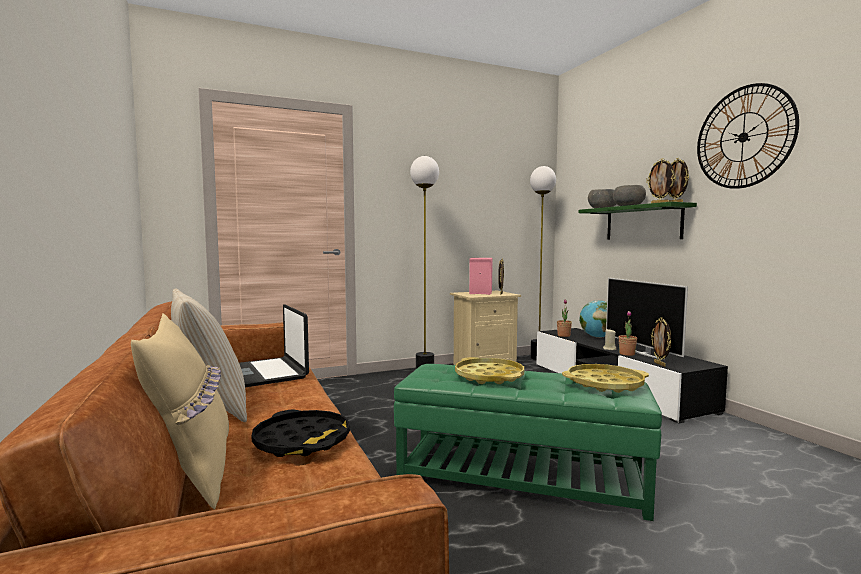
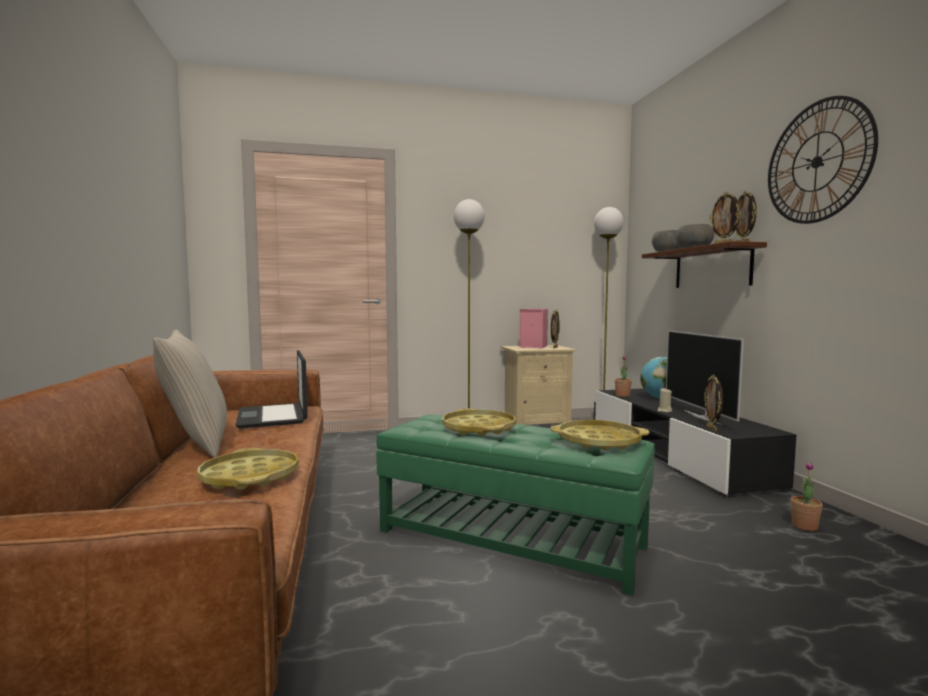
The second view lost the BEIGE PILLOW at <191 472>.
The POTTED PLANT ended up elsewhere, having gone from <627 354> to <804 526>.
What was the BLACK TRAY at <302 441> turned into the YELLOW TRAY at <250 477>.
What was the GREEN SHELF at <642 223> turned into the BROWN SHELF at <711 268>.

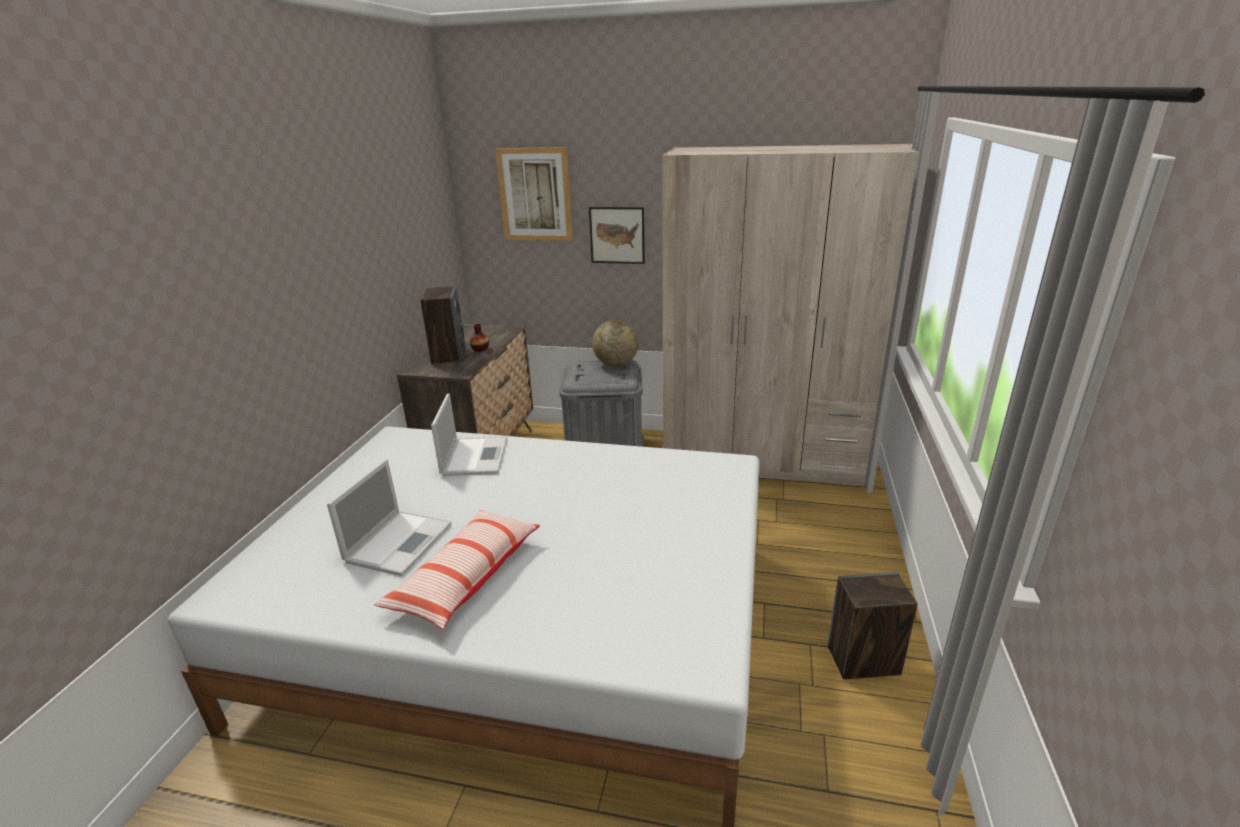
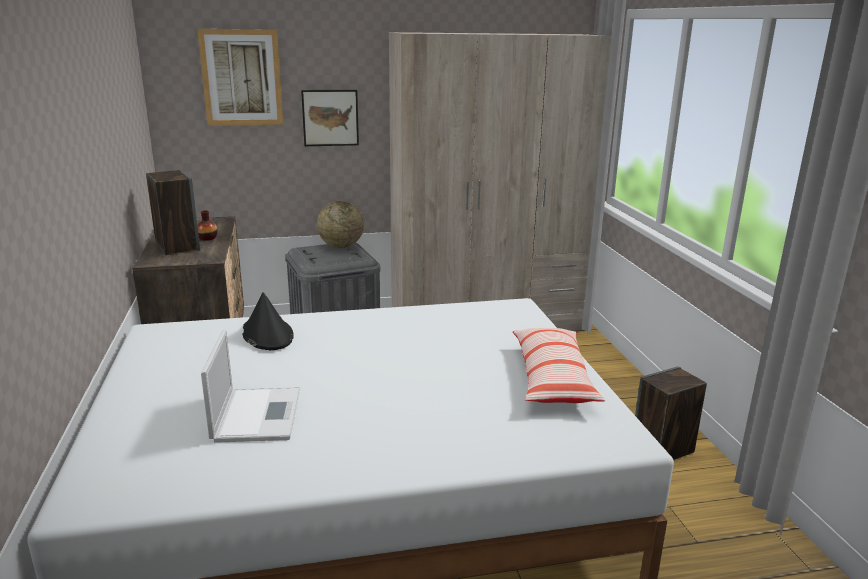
The PILLOW ended up elsewhere, having gone from <466 577> to <552 378>.
Where the LAPTOP stood at <475 456>, the BLACK HAT came to stand at <267 334>.

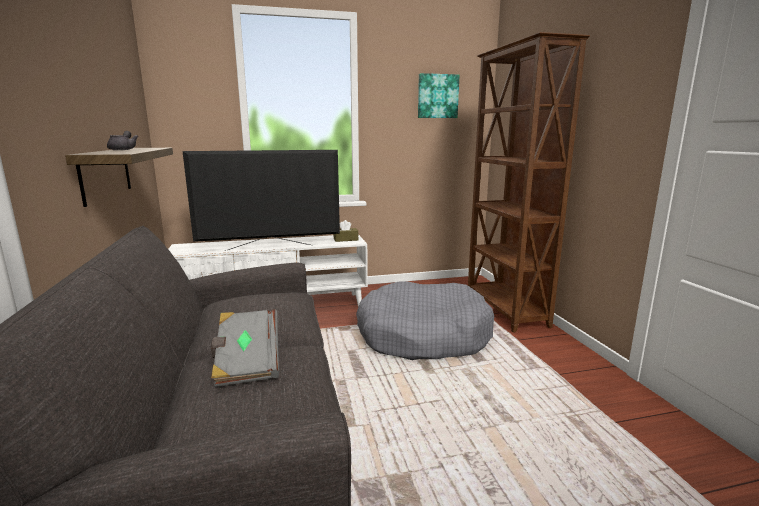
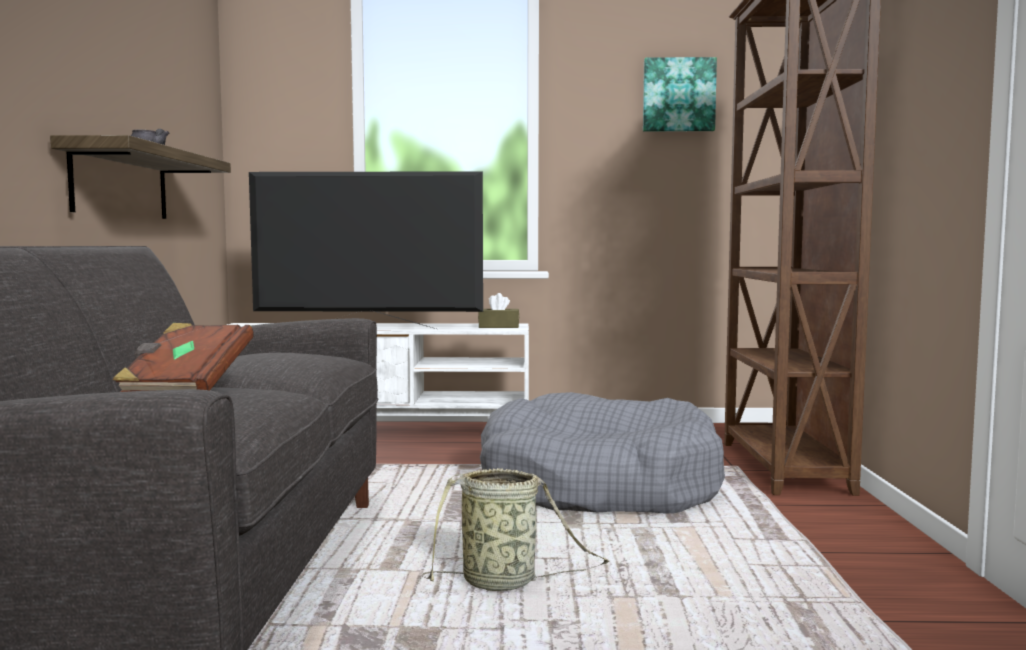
The second view gained the BASKET at <504 582>.
What was the GREY BOOK at <247 362> turned into the BROWN BOOK at <186 386>.

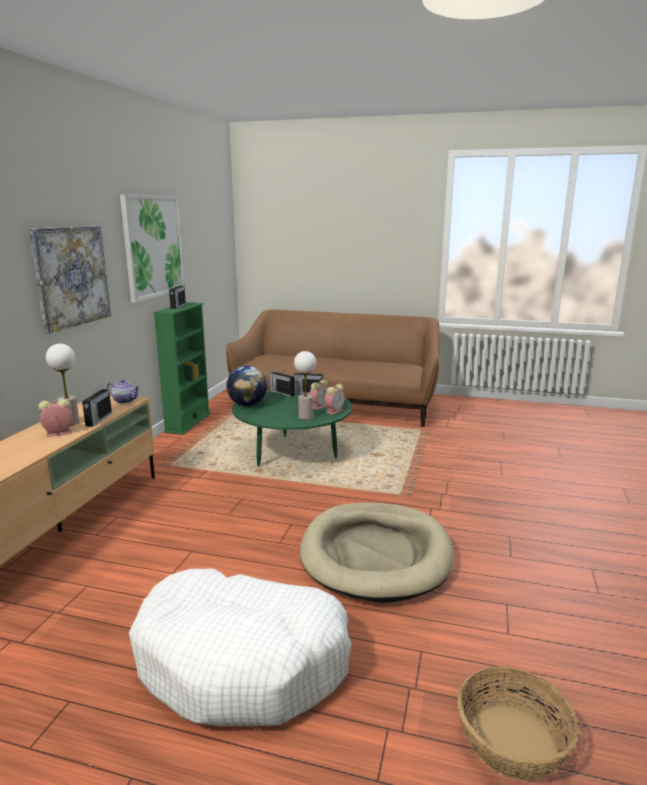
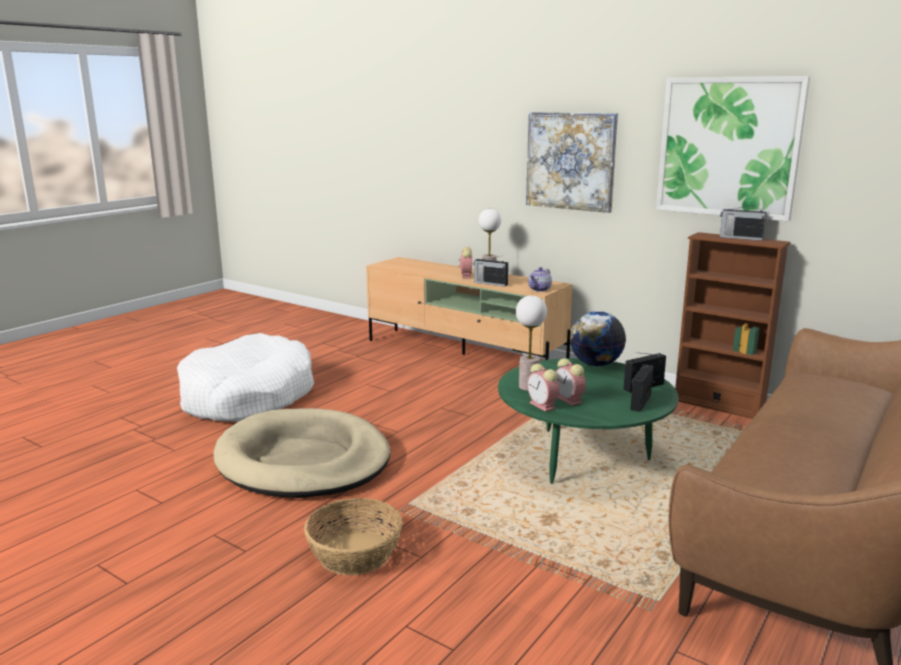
The BASKET ended up elsewhere, having gone from <511 741> to <355 553>.
What was the GREEN BOOKCASE at <188 423> turned into the BROWN BOOKCASE at <718 405>.

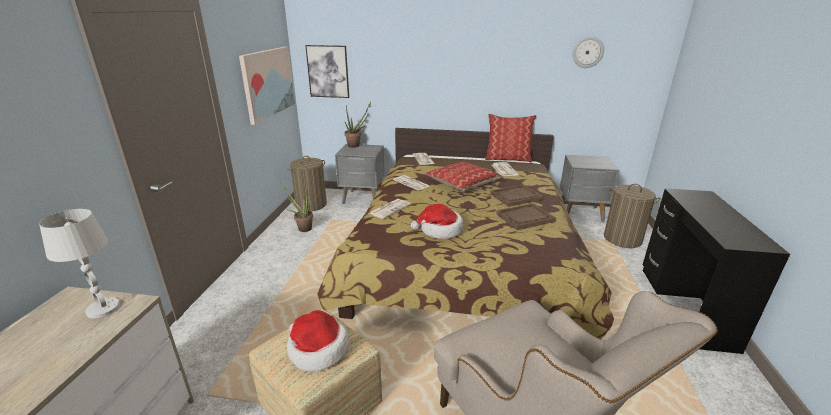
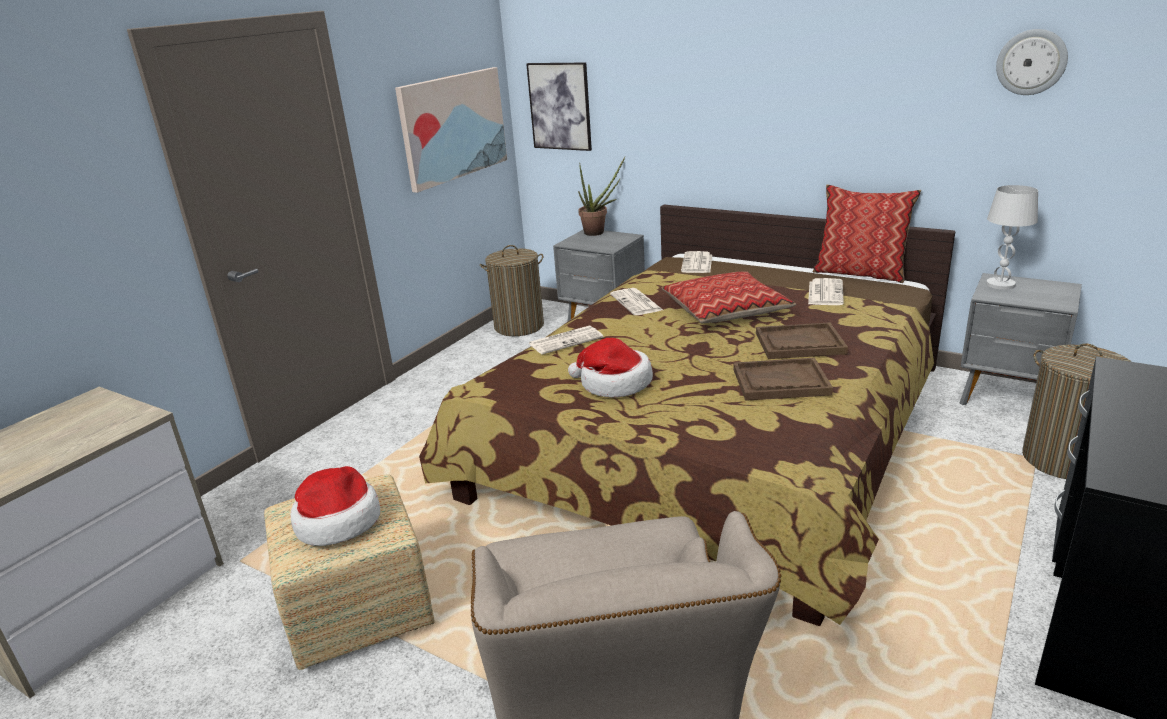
The second view lost the POTTED PLANT at <302 228>.
The WHITE TABLE LAMP ended up elsewhere, having gone from <103 309> to <1000 284>.

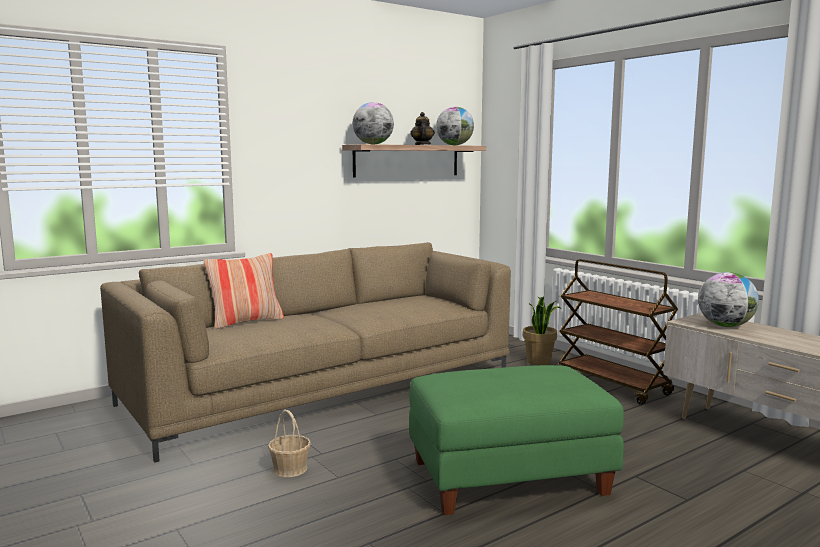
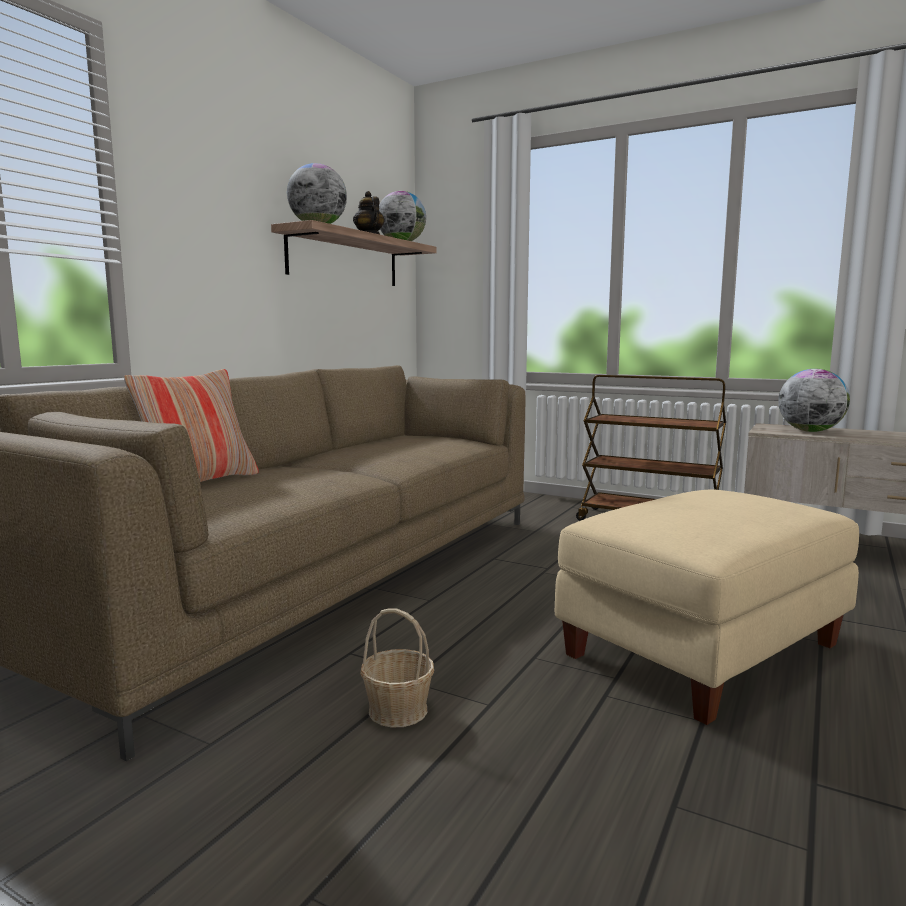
The second view lost the POTTED PLANT at <539 361>.
What was the GREEN OTTOMAN at <509 476> turned into the BEIGE OTTOMAN at <702 648>.

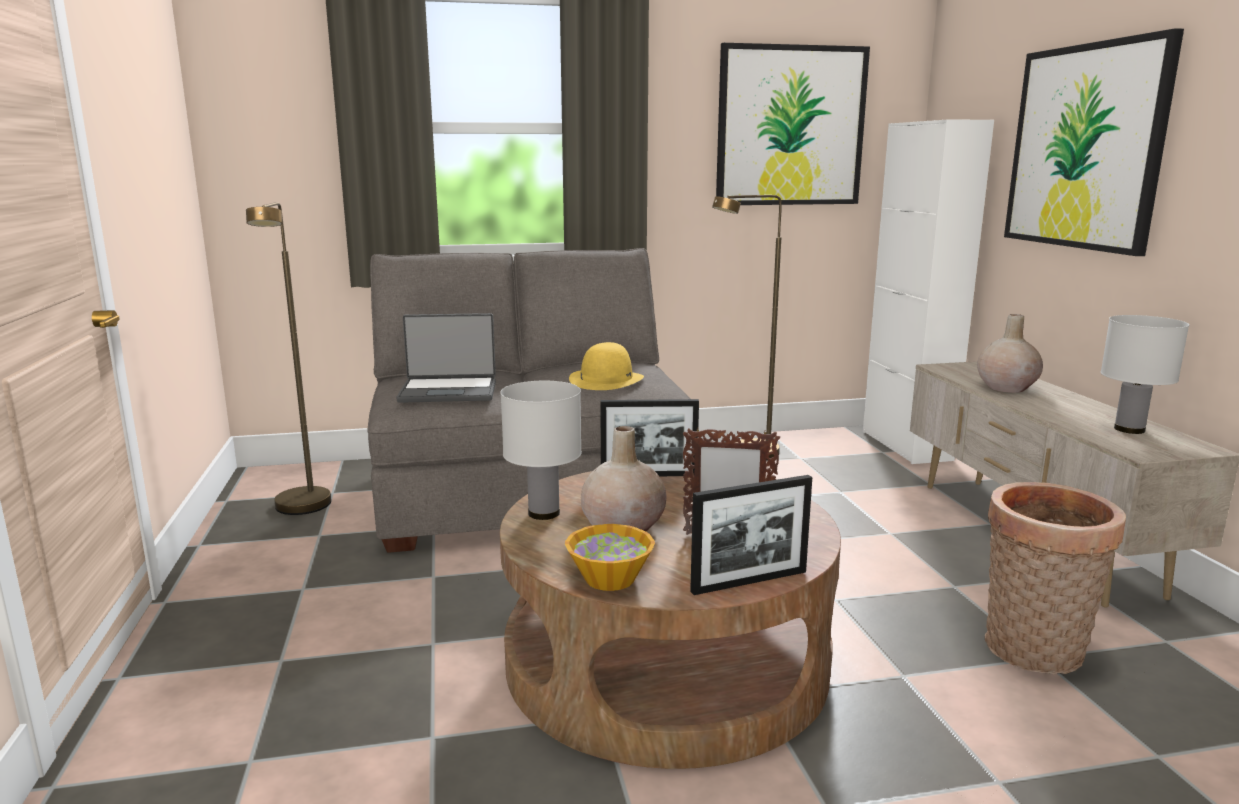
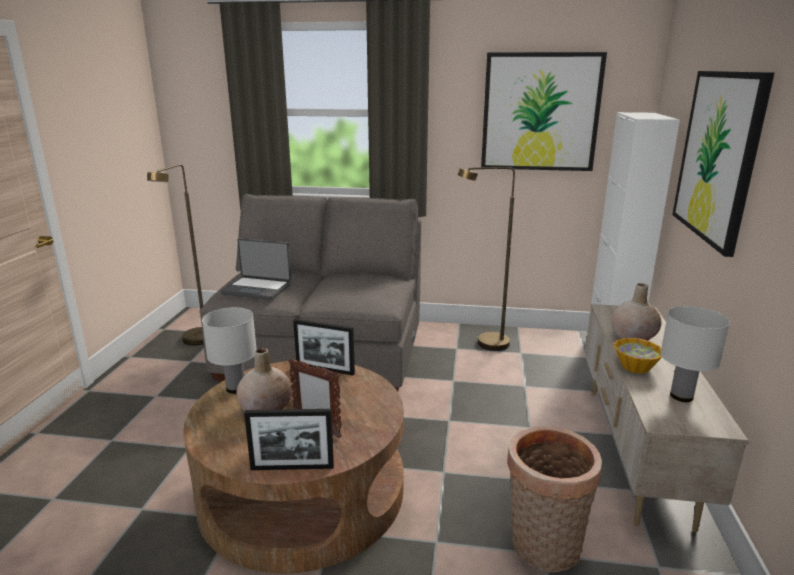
The second view lost the YELLOW HAT at <606 380>.
The BOWL ended up elsewhere, having gone from <610 579> to <635 367>.

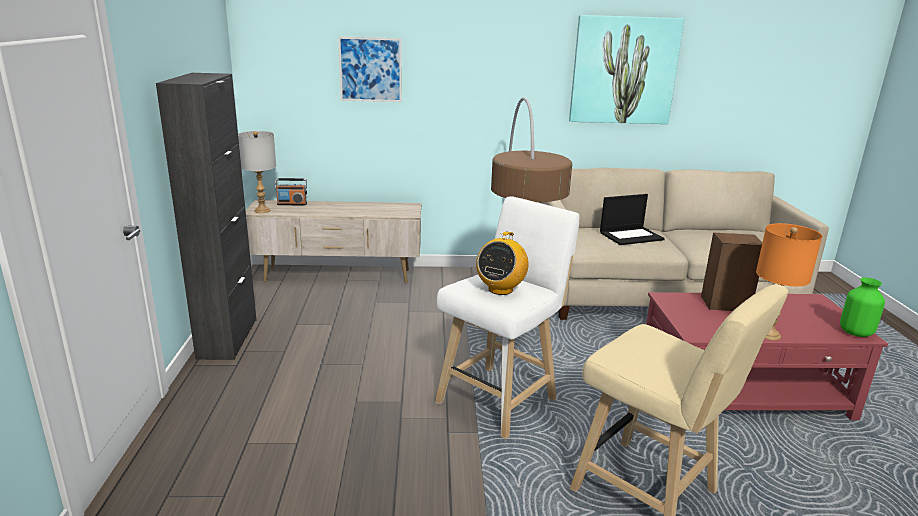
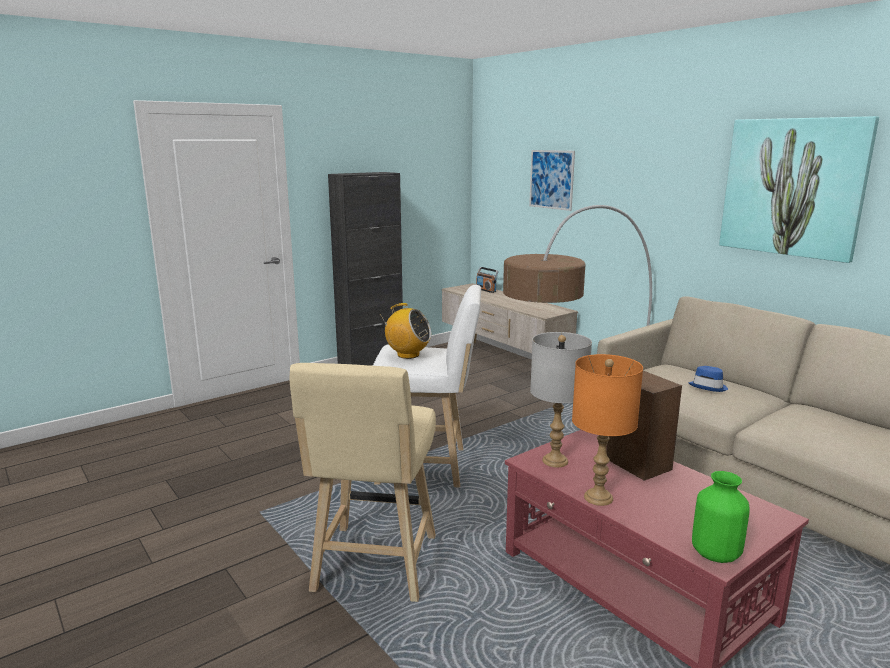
The GREY TABLE LAMP ended up elsewhere, having gone from <262 211> to <554 461>.
Where the LAPTOP stood at <631 236>, the BLUE HAT came to stand at <708 387>.
The RADIO at <500 289> ended up facing another way, 150 degrees counterclockwise from before.

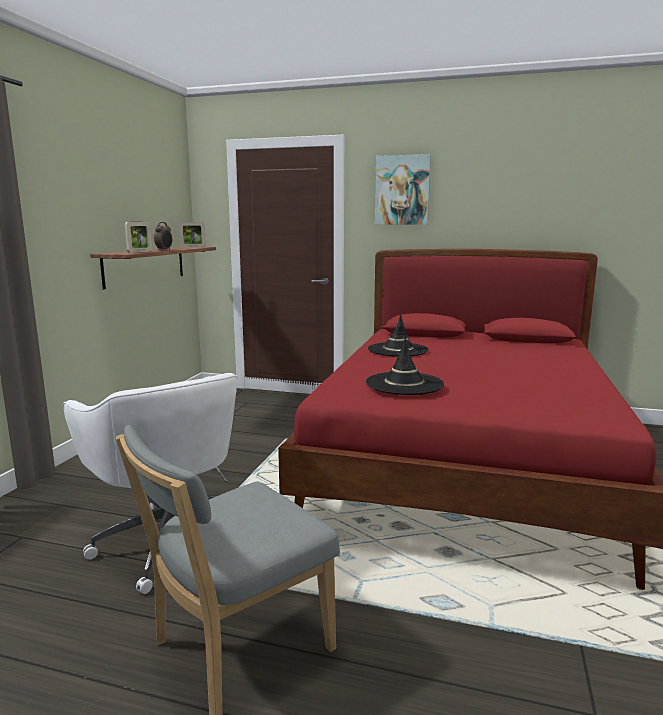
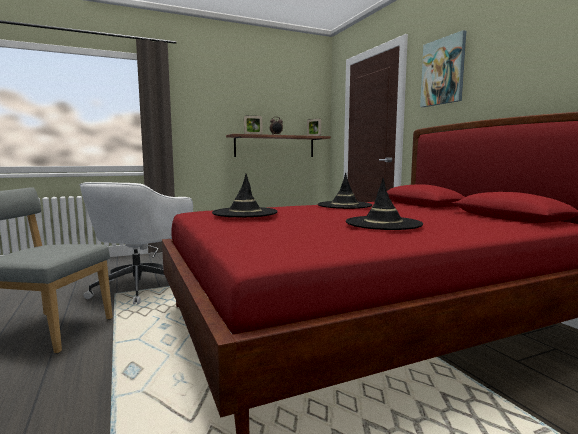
The second view gained the BLACK HAT at <383 223>.

